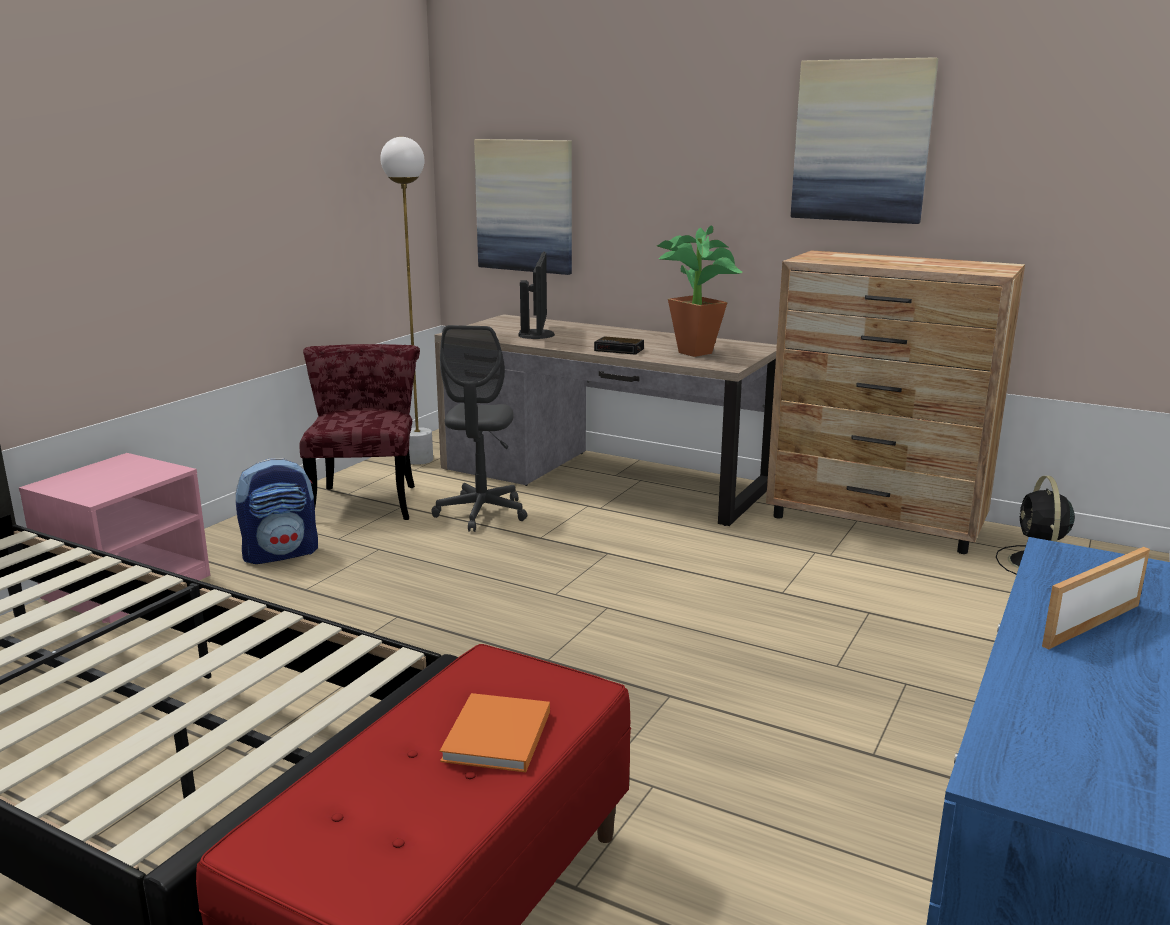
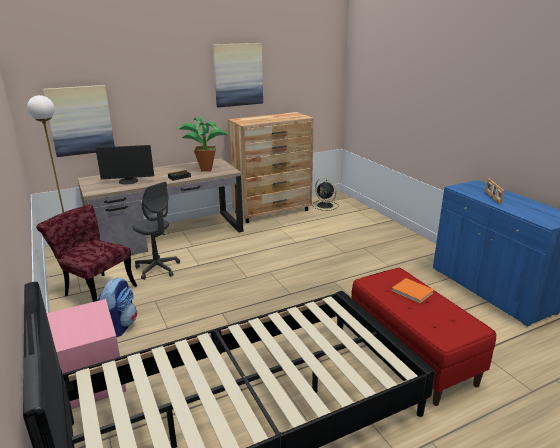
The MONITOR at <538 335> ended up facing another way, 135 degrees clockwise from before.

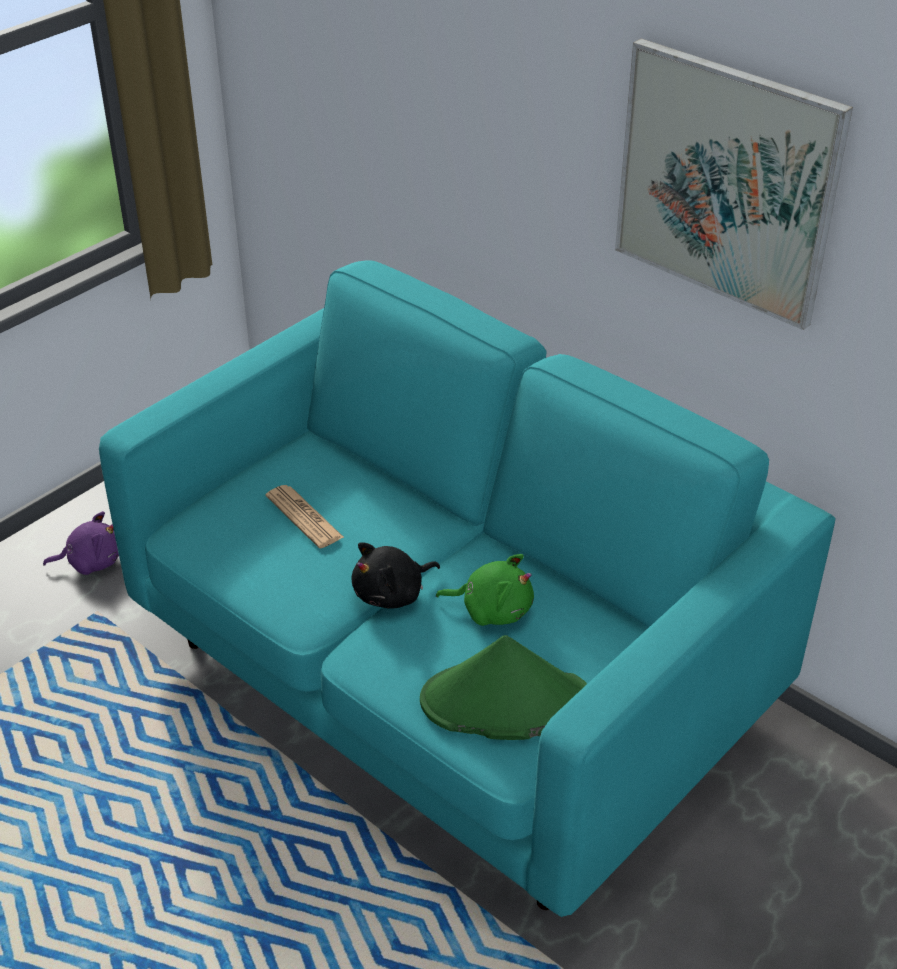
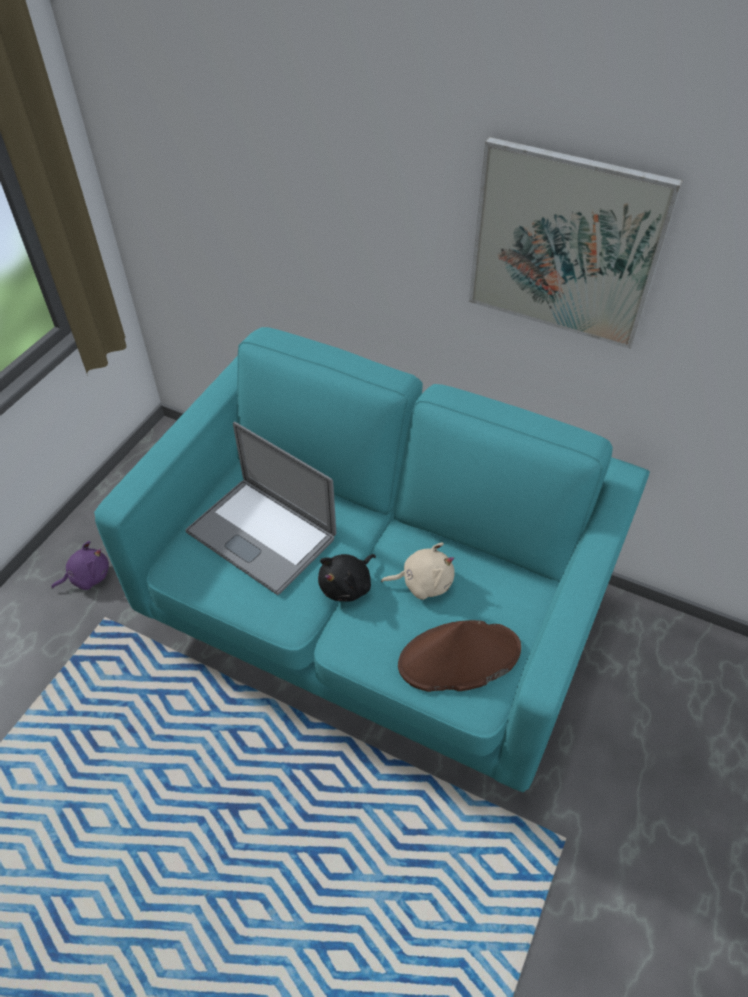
Where the NEWSPAPER stood at <304 517>, the LAPTOP came to stand at <261 534>.
What was the GREEN HAT at <505 702> turned into the BROWN HAT at <459 657>.
What was the GREEN PLUSH TOY at <492 609> turned into the BEIGE PLUSH TOY at <423 582>.

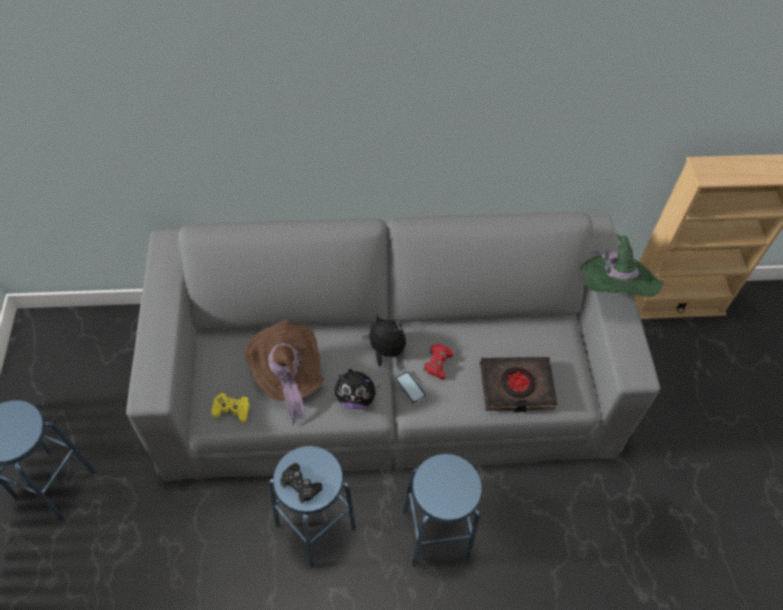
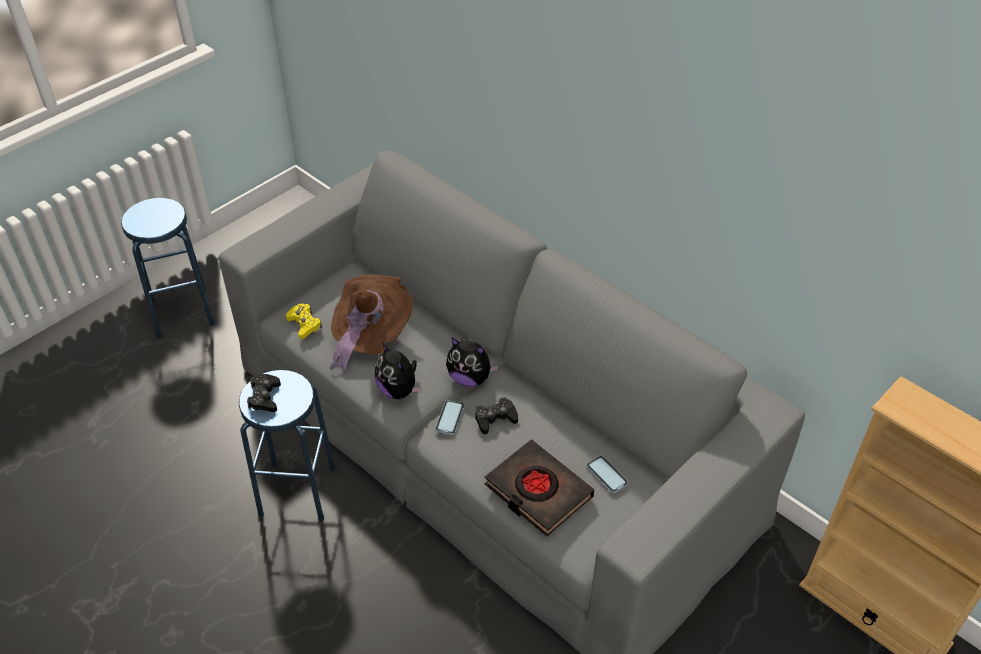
The second view lost the BLUE STOOL at <435 534>.
The second view lost the GREEN HAT at <611 290>.
The second view gained the PHONE at <606 475>.
What was the RED GAME CONTROLLER at <438 363> turned into the BLACK GAME CONTROLLER at <495 419>.
The PLUSH TOY at <385 351> ended up facing another way, 120 degrees clockwise from before.

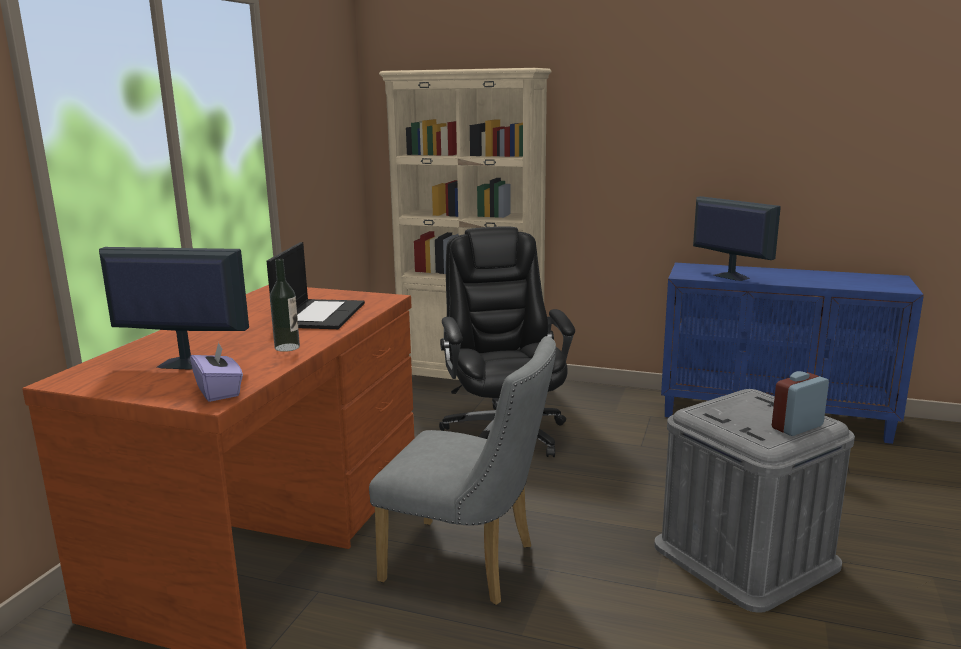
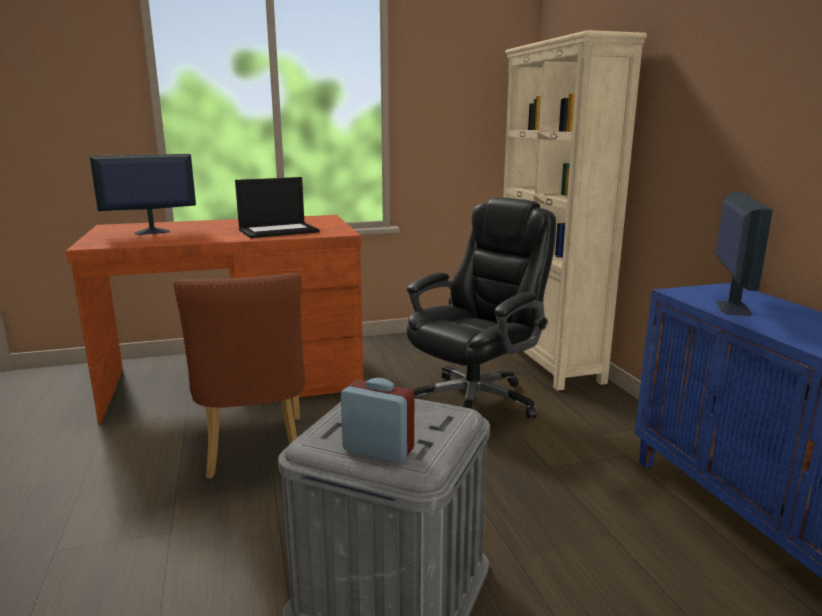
The second view lost the PURPLE TISSUE BOX at <219 391>.
The second view lost the BOTTLE at <287 347>.
What was the GREY CHAIR at <469 565> turned into the BROWN CHAIR at <255 452>.
The MONITOR at <184 364> ended up facing another way, 90 degrees counterclockwise from before.

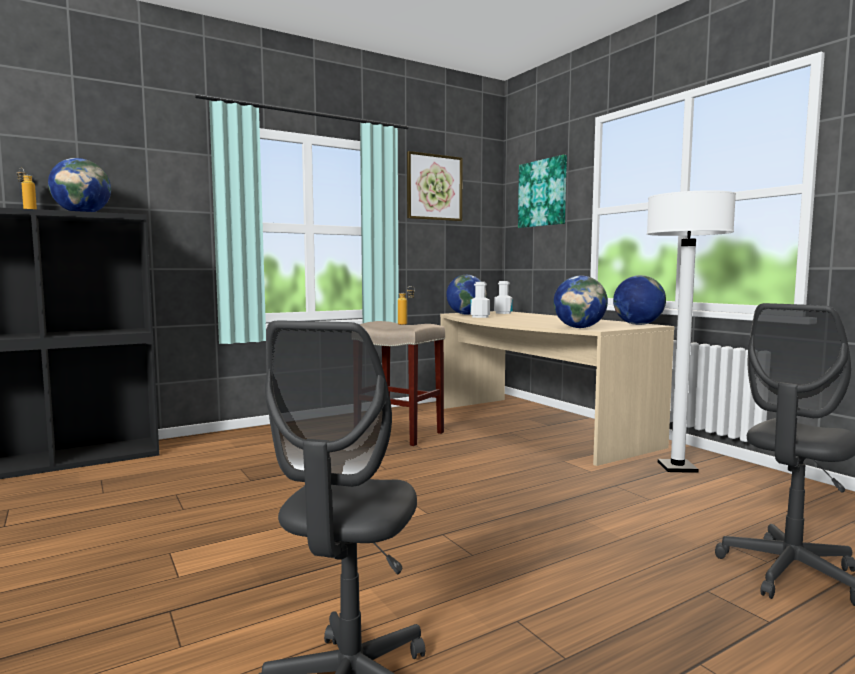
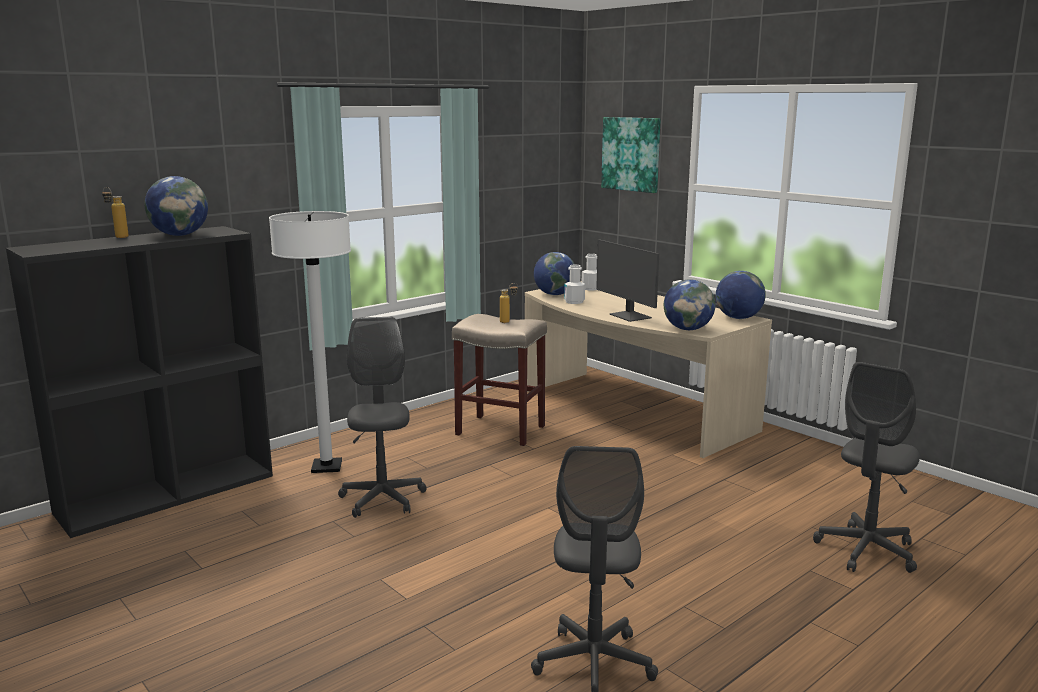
The second view lost the PICTURE at <434 187>.
The second view gained the GREY OFFICE CHAIR at <382 499>.
The second view gained the MONITOR at <629 316>.
The WHITE FLOOR LAMP ended up elsewhere, having gone from <677 467> to <326 467>.

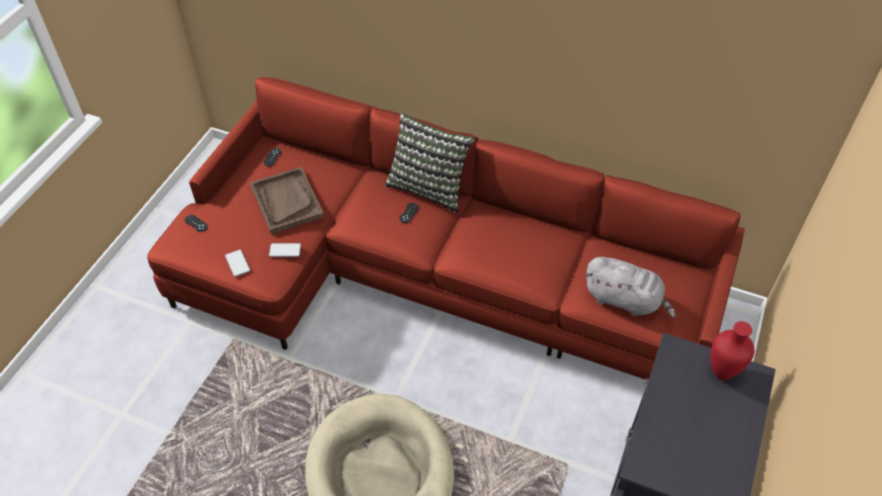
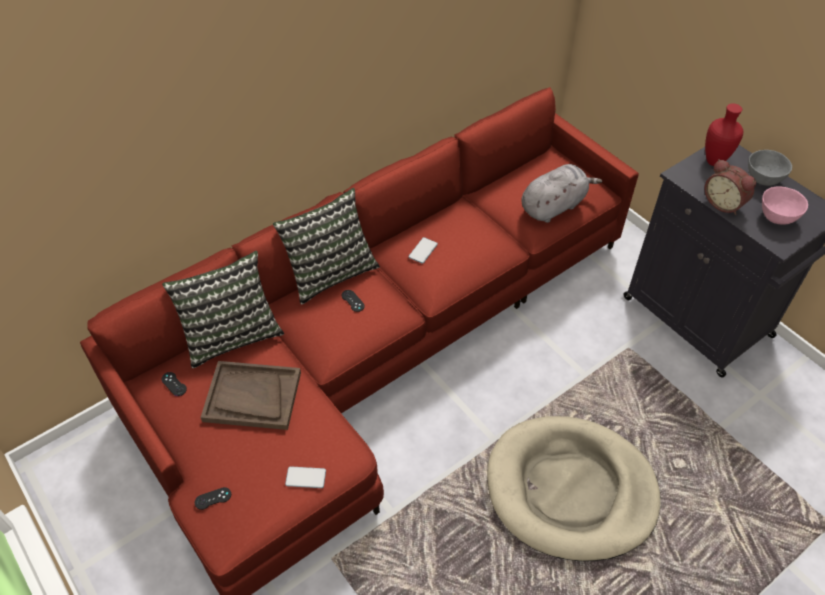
The second view gained the PILLOW at <231 334>.
The second view gained the ALARM CLOCK at <724 203>.
The second view gained the GREY BOWL at <762 180>.
The second view gained the PINK BOWL at <777 217>.
The PHONE ended up elsewhere, having gone from <285 250> to <423 251>.

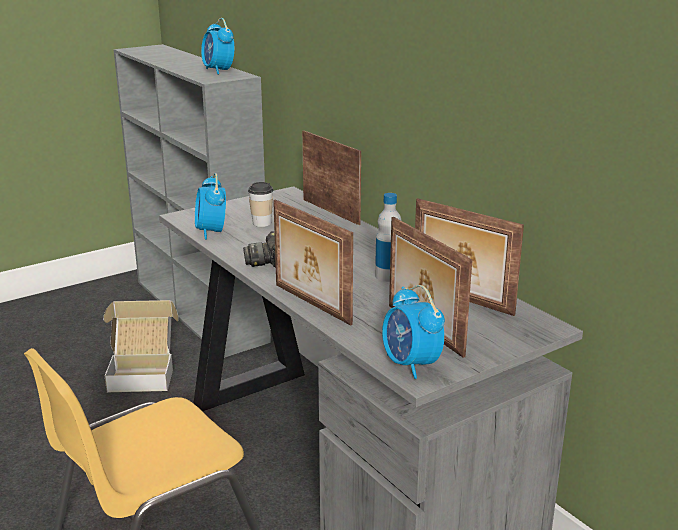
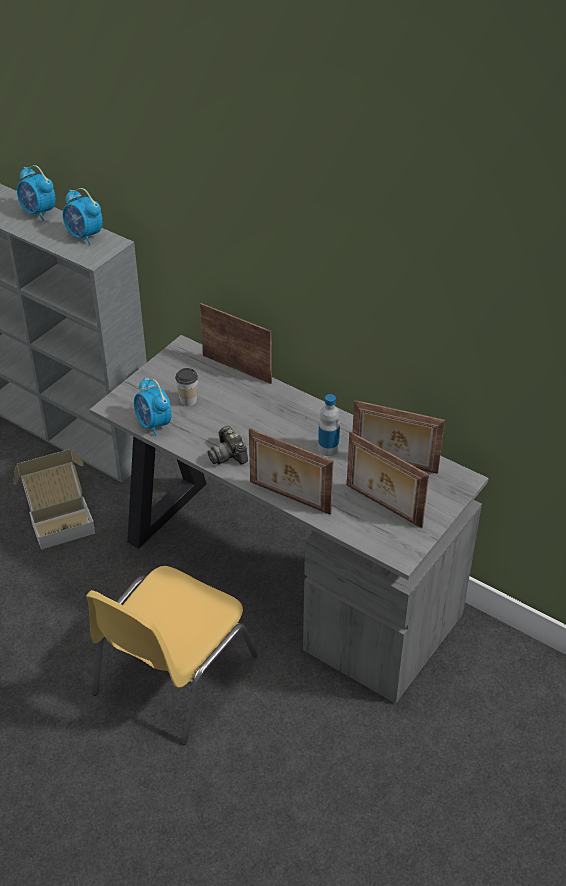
The ALARM CLOCK ended up elsewhere, having gone from <410 365> to <38 212>.

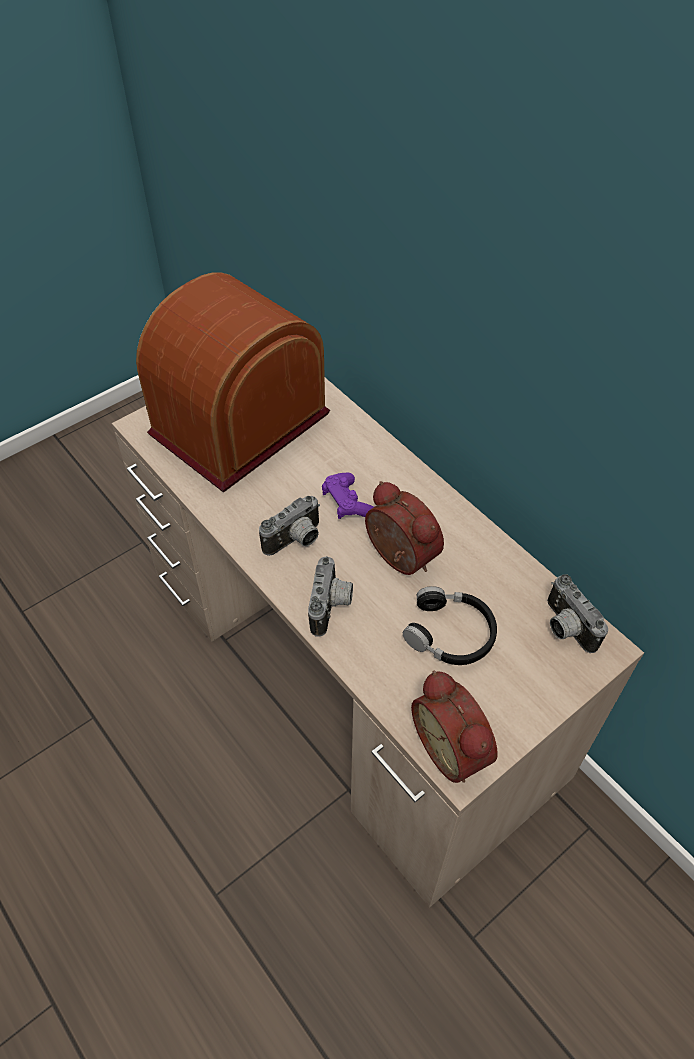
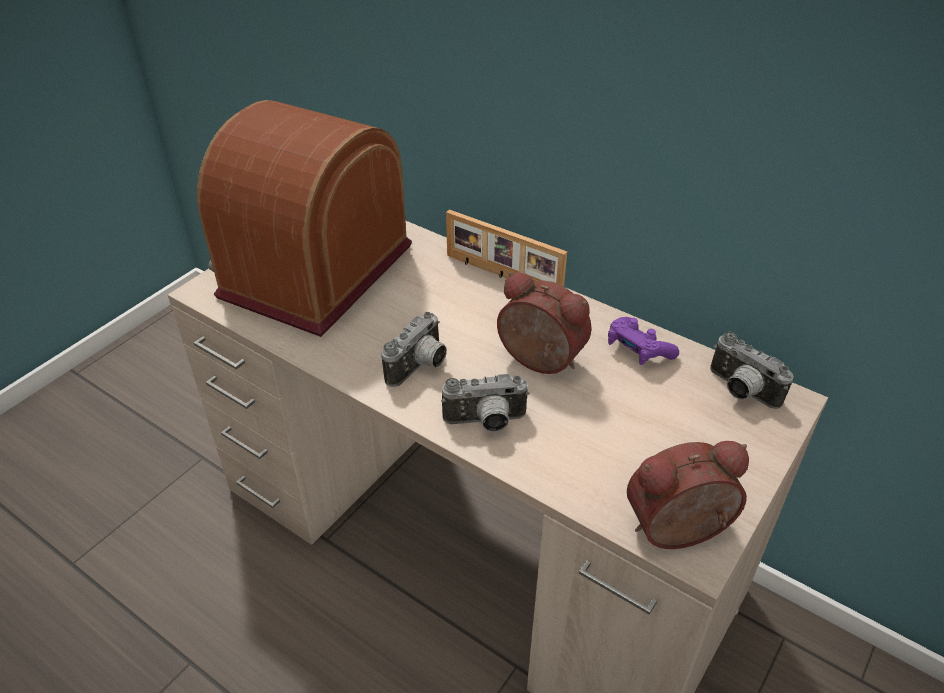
The second view lost the BLACK HEADPHONES at <450 633>.
The second view gained the PICTURE FRAME at <502 276>.
The PURPLE GAME CONTROLLER ended up elsewhere, having gone from <347 504> to <637 350>.
The PHOTO CAMERA at <332 607> ended up facing another way, 90 degrees clockwise from before.
The ALARM CLOCK at <453 747> ended up facing another way, 120 degrees clockwise from before.

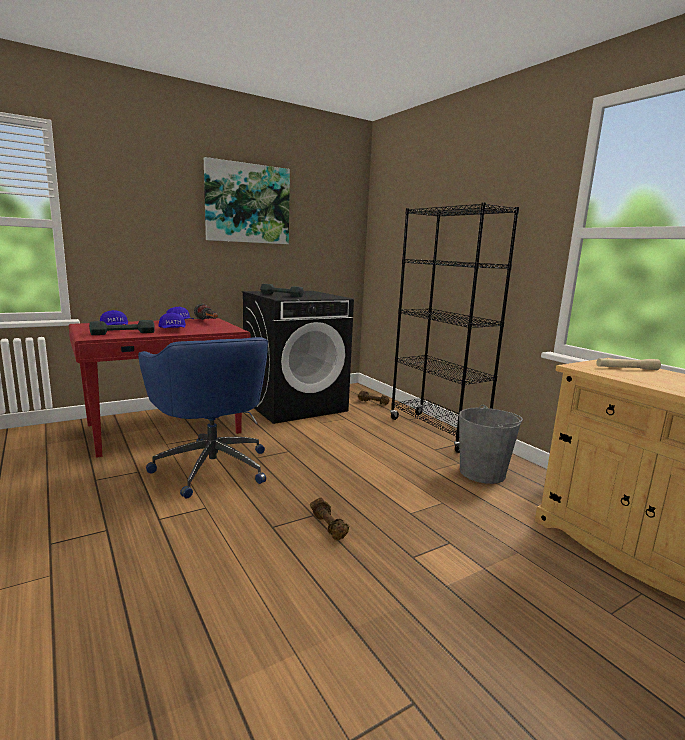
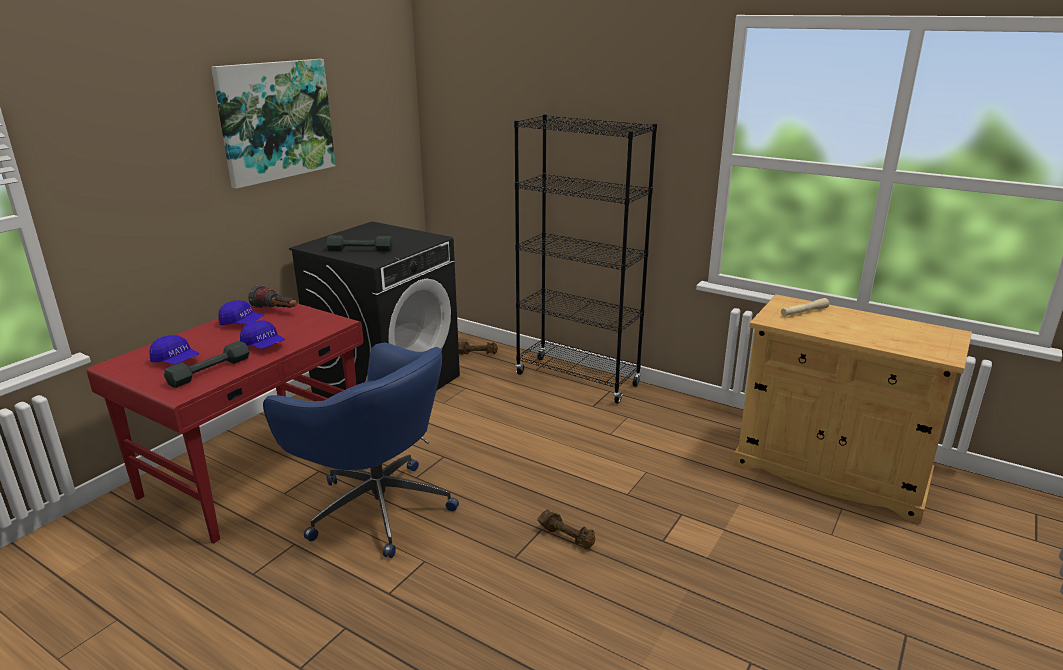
The second view lost the GREY BUCKET at <482 473>.

